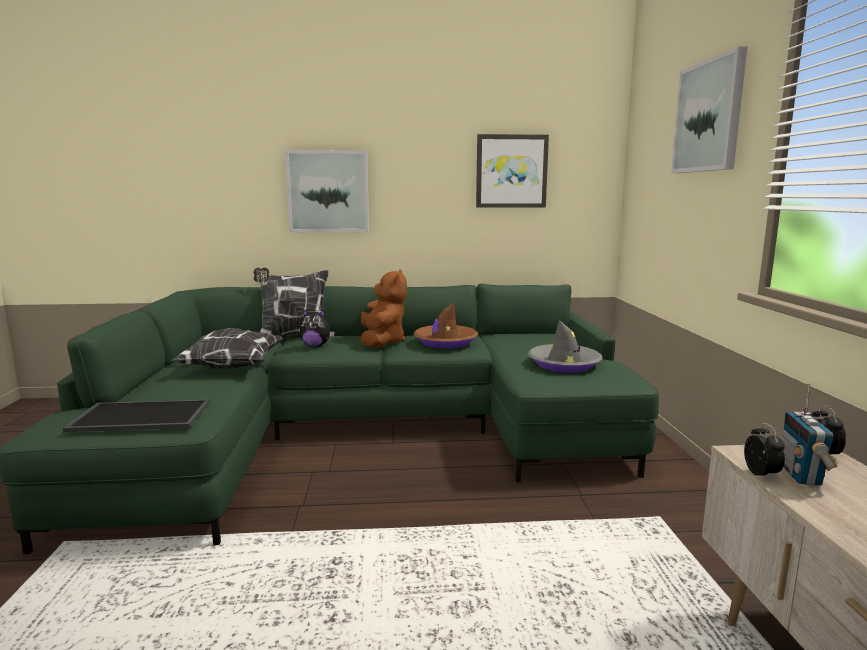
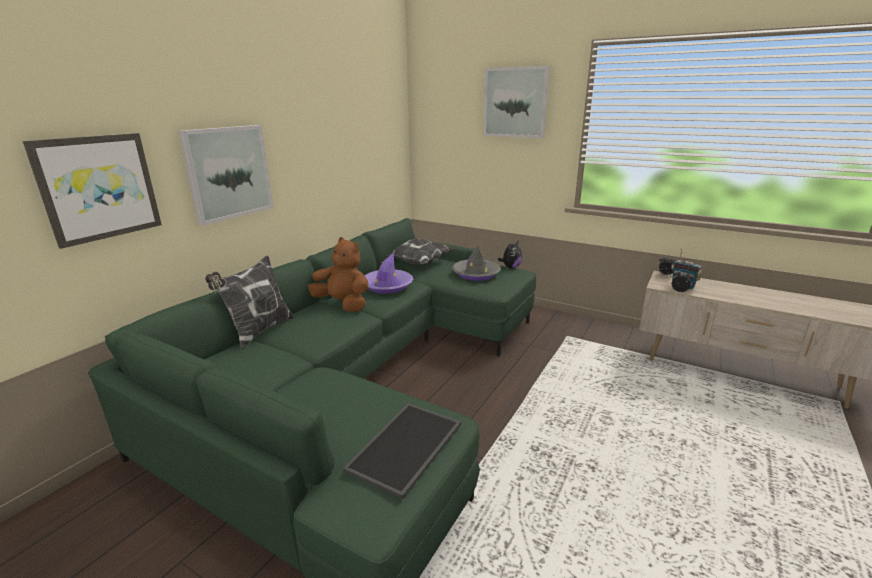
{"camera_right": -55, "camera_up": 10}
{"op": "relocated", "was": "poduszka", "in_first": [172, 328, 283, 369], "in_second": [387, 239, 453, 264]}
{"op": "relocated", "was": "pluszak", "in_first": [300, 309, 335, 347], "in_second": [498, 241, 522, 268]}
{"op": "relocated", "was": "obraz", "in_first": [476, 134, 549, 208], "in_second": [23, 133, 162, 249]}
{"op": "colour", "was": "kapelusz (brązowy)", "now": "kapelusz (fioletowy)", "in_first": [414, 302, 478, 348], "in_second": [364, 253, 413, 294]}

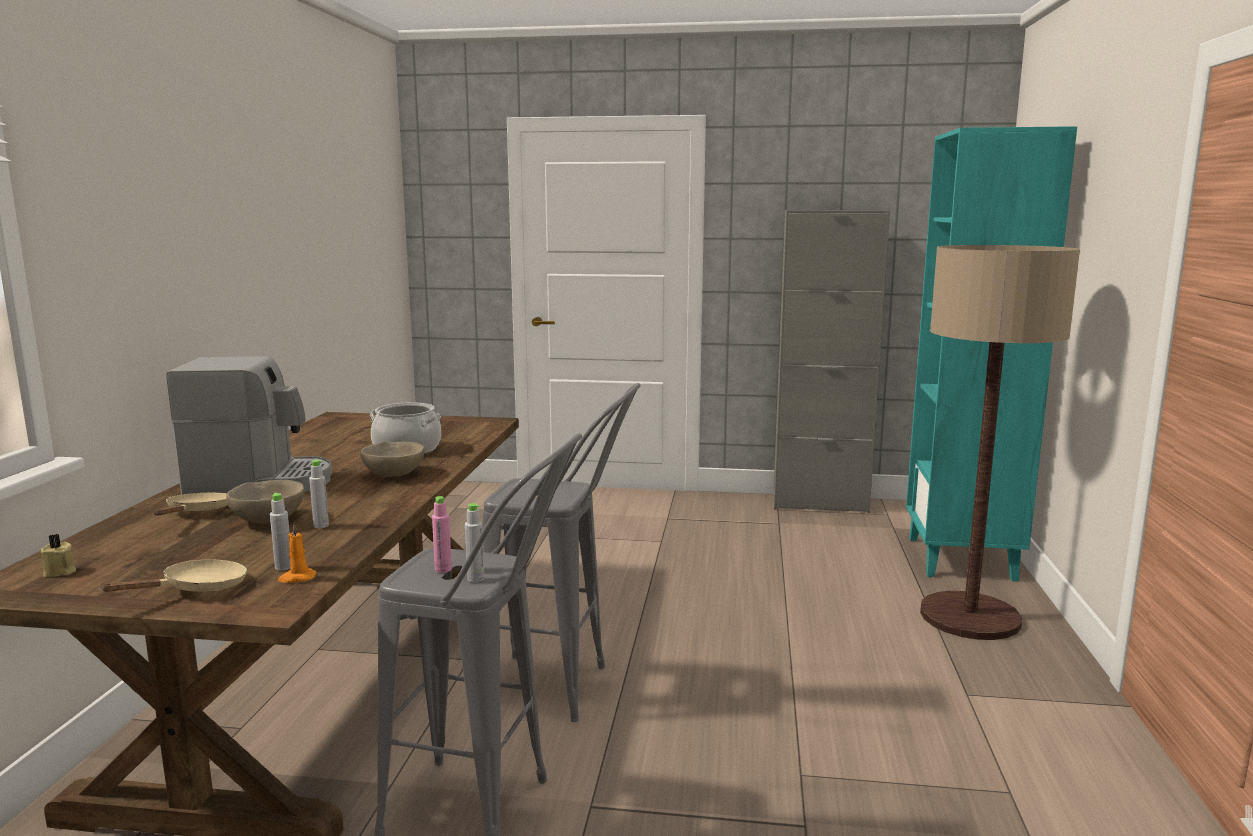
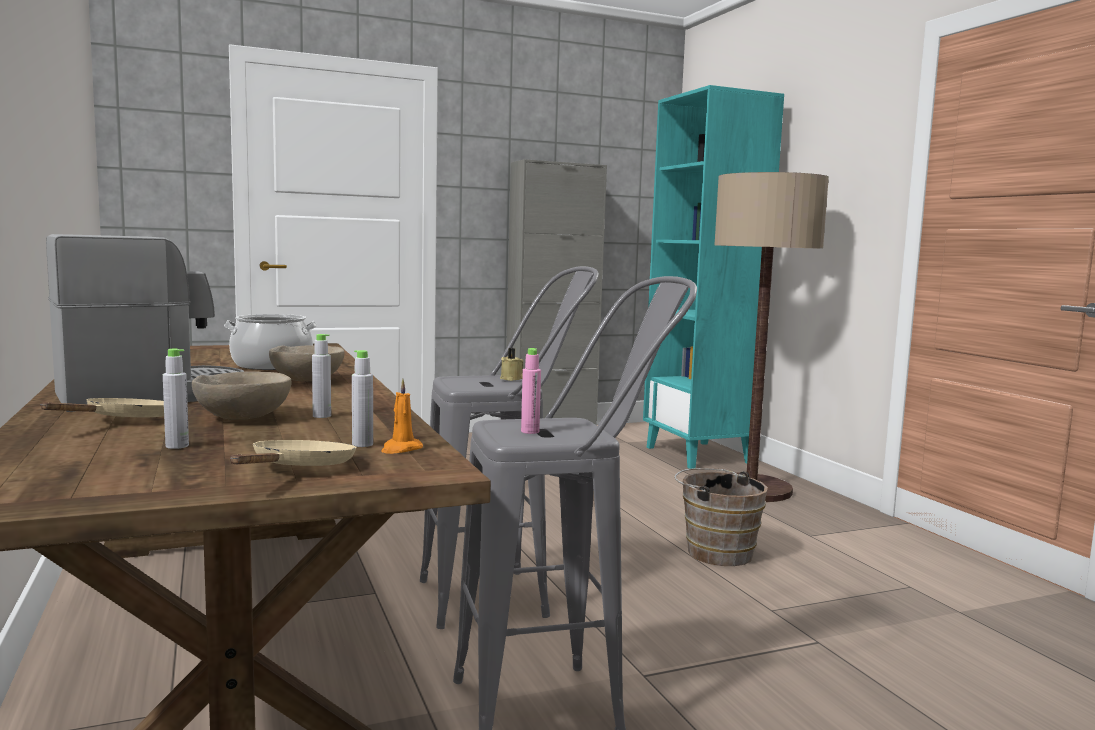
{"camera_right": -30, "camera_up": -5}
{"op": "appeared", "now": "wiadro (brązowy)", "in_second": [674, 468, 768, 566]}
{"op": "relocated", "was": "świeca (beżowy)", "in_first": [41, 534, 76, 577], "in_second": [500, 348, 523, 381]}
{"op": "relocated", "was": "butelka (szary)", "in_first": [465, 503, 484, 582], "in_second": [163, 349, 189, 449]}
{"op": "spun", "was": "patelnia (beżowy)", "in_first": [154, 493, 228, 516], "in_second": [40, 398, 164, 417], "clockwise": 45}

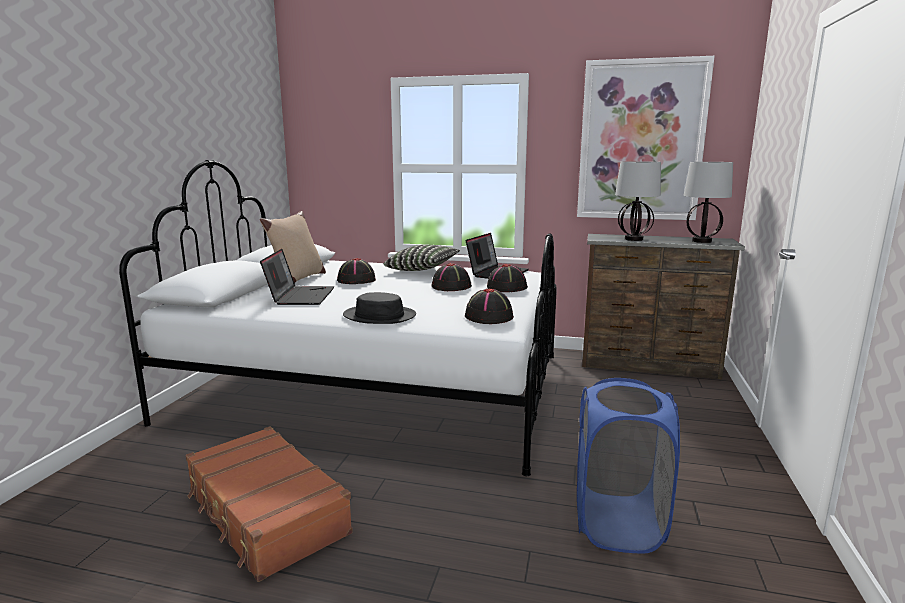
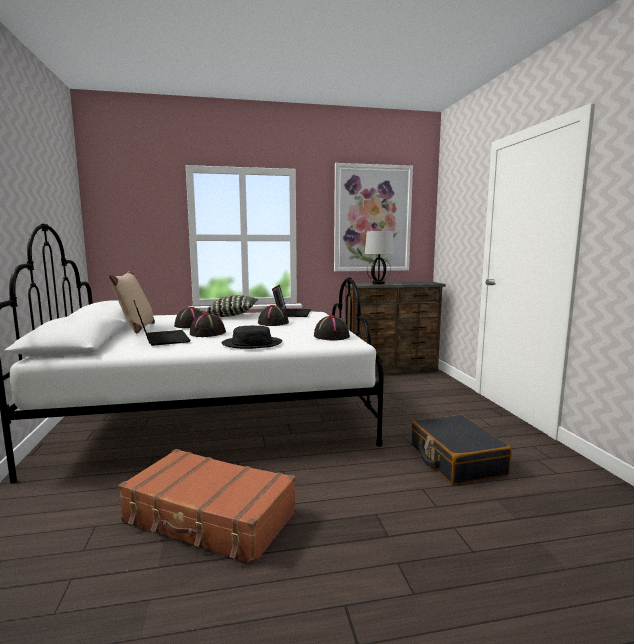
{"camera_right": -25, "camera_up": -5}
{"op": "missing", "was": "lampa stołowa", "in_first": [683, 162, 733, 243]}
{"op": "relocated", "was": "kapelusz (czarny)", "in_first": [487, 264, 528, 292], "in_second": [190, 313, 226, 337]}
{"op": "exchanged", "was": "kosz na pranie (niebieski)", "now": "walizka (czarny)", "in_first": [577, 378, 680, 553], "in_second": [411, 415, 512, 484]}

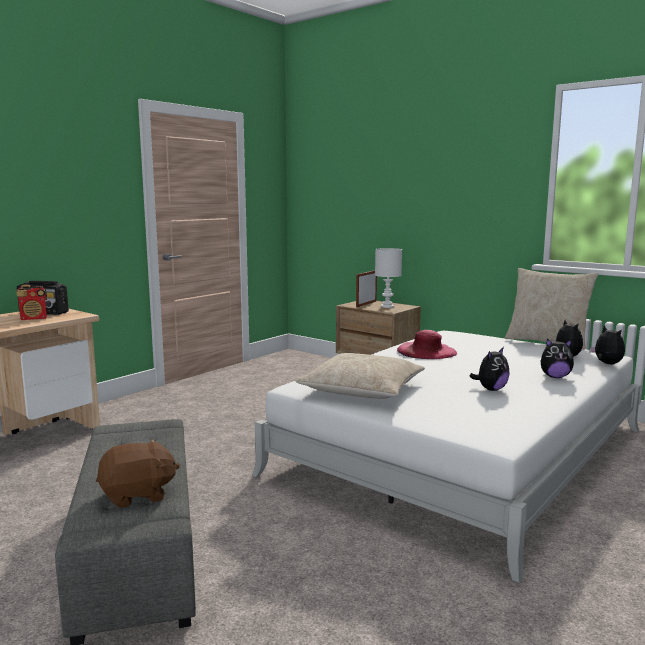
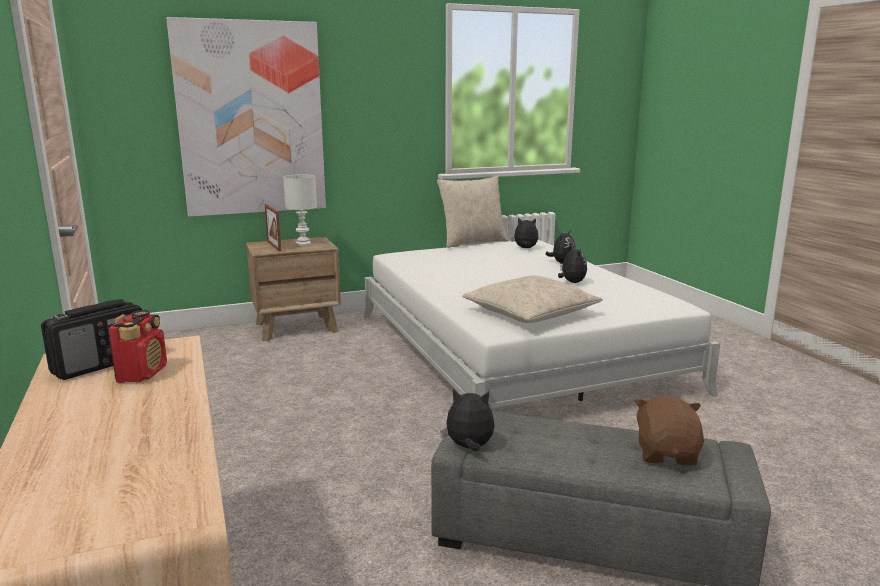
{"camera_right": -60, "camera_up": 5}
{"op": "missing", "was": "kapelusz (różowy)", "in_first": [397, 330, 457, 359]}
{"op": "appeared", "now": "obraz", "in_second": [166, 17, 326, 217]}
{"op": "relocated", "was": "pluszak", "in_first": [590, 325, 625, 364], "in_second": [440, 389, 495, 451]}

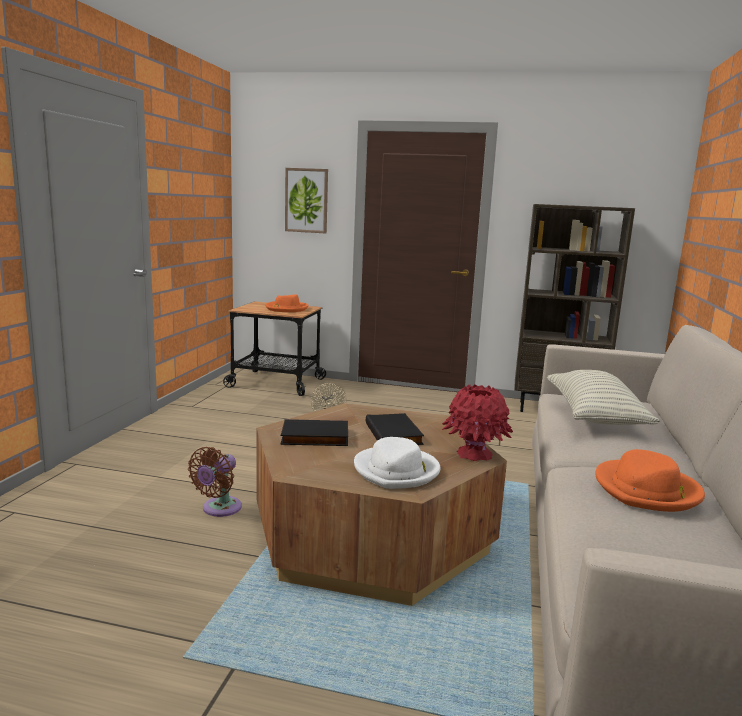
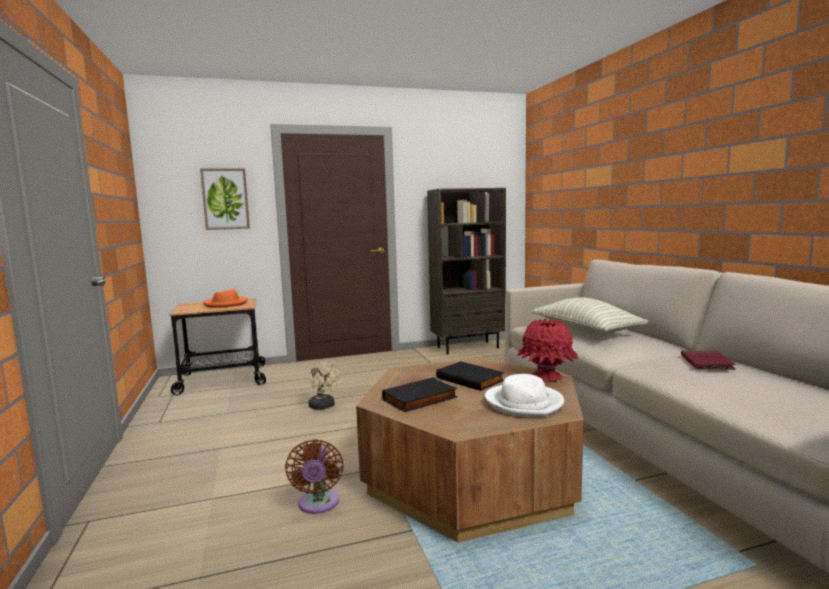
{"camera_right": -30, "camera_up": -5}
{"op": "exchanged", "was": "kapelusz (pomarańczowy)", "now": "książka (czerwony)", "in_first": [595, 449, 705, 512], "in_second": [681, 351, 736, 370]}

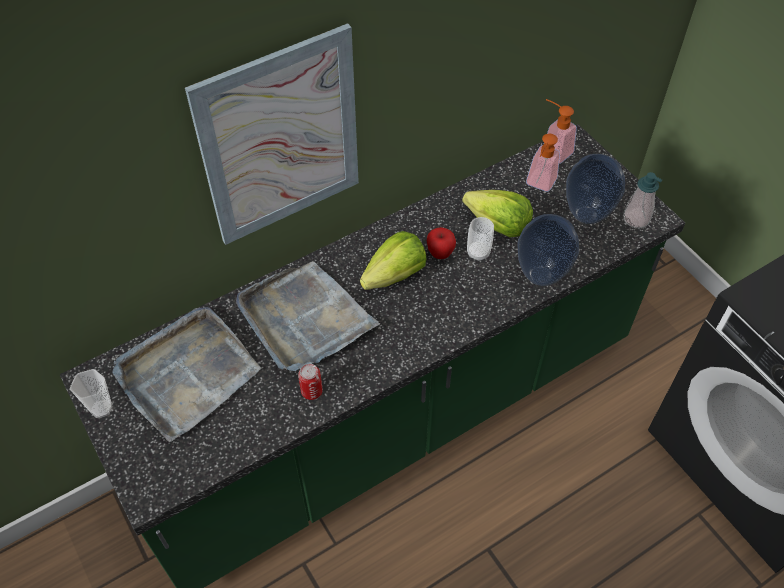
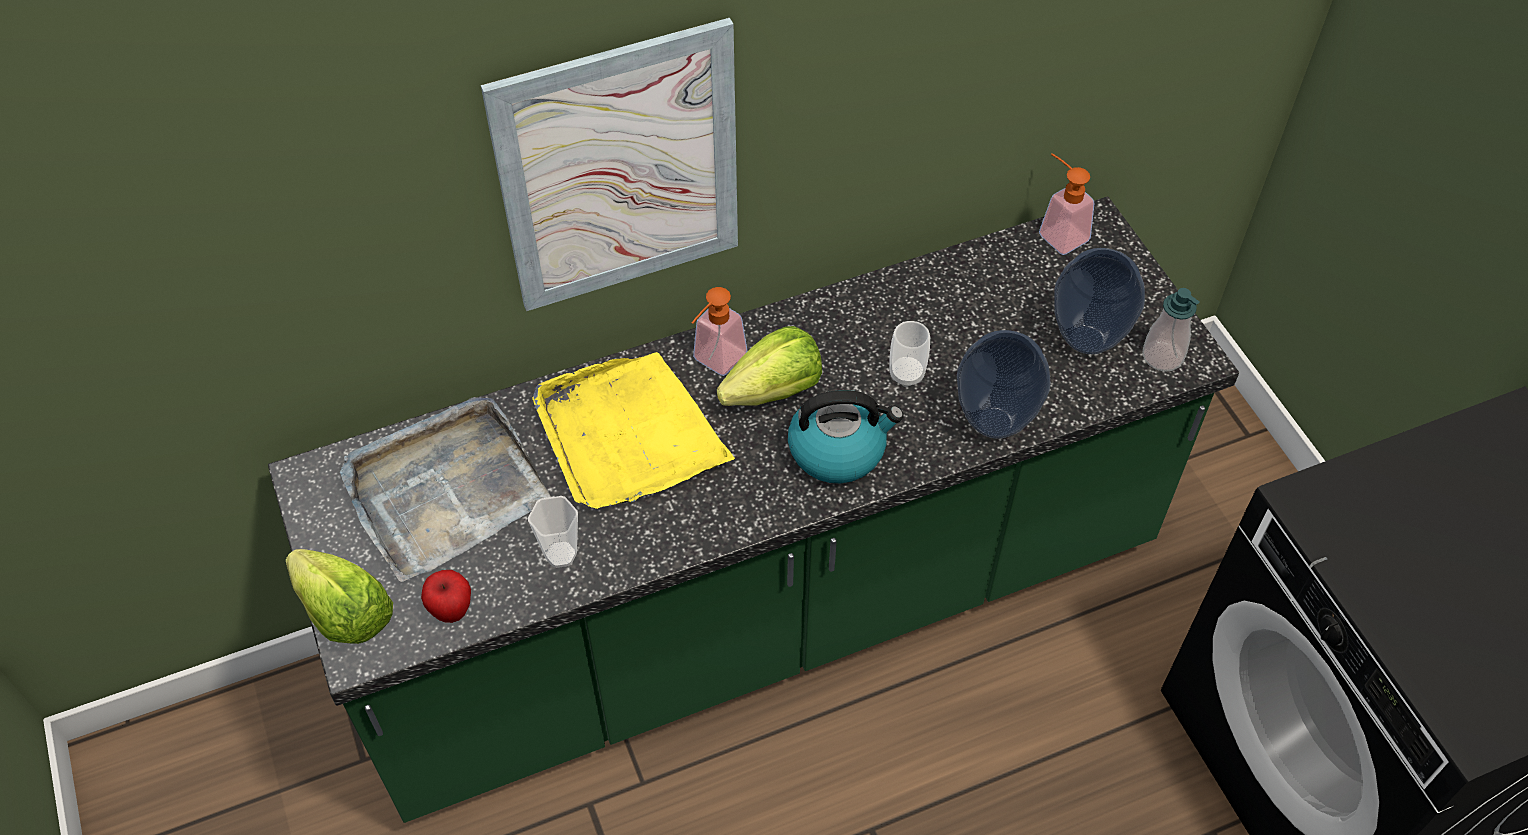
{"camera_right": 10, "camera_up": 0}
{"op": "missing", "was": "puszka", "in_first": [298, 364, 323, 400]}
{"op": "appeared", "now": "czajnik", "in_second": [788, 390, 904, 483]}
{"op": "relocated", "was": "filiżanka", "in_first": [70, 369, 113, 418], "in_second": [528, 496, 578, 568]}
{"op": "relocated", "was": "jabłko", "in_first": [427, 227, 456, 259], "in_second": [421, 570, 471, 623]}
{"op": "relocated", "was": "sałata", "in_first": [462, 190, 533, 238], "in_second": [286, 549, 393, 644]}
{"op": "relocated", "was": "dozownik mydła", "in_first": [526, 134, 560, 192], "in_second": [691, 287, 748, 376]}
{"op": "colour", "was": "taca (szary)", "now": "taca (żółty)", "in_first": [236, 261, 380, 371], "in_second": [532, 352, 735, 509]}

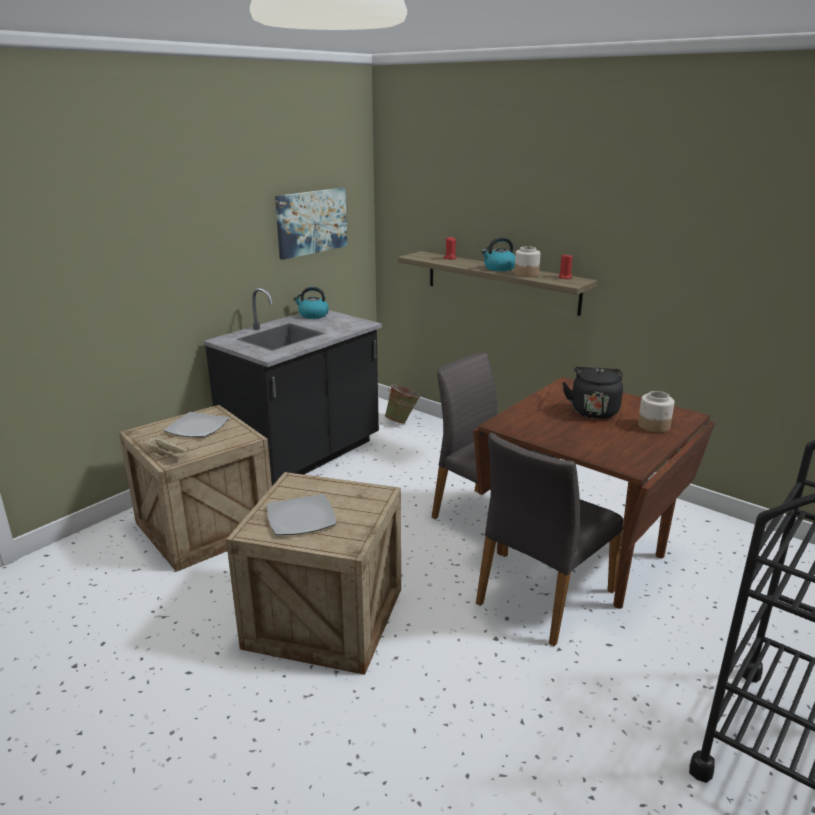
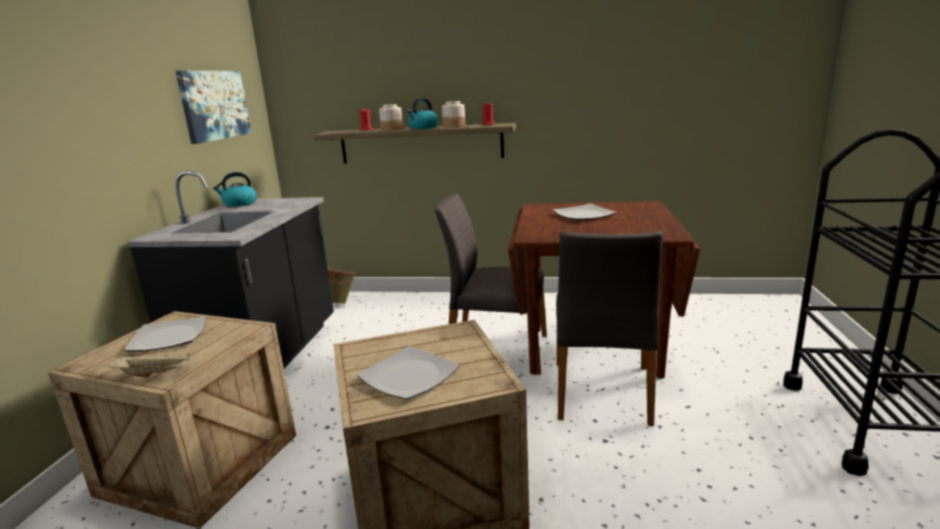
{"camera_right": -30, "camera_up": -5}
{"op": "relocated", "was": "słoik", "in_first": [638, 391, 675, 432], "in_second": [379, 104, 403, 131]}
{"op": "exchanged", "was": "czajnik (czarny)", "now": "talerz", "in_first": [562, 367, 623, 419], "in_second": [553, 204, 617, 220]}

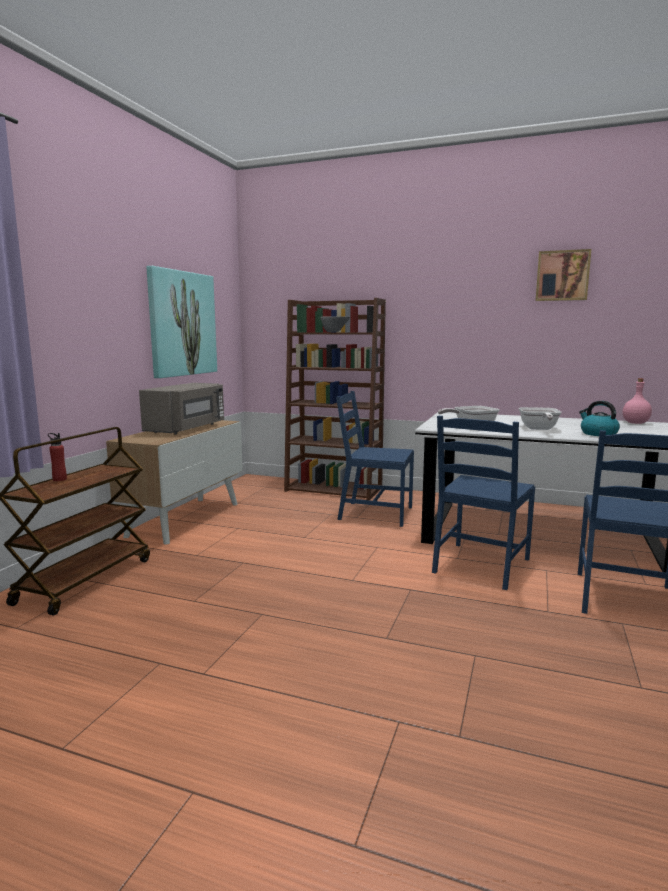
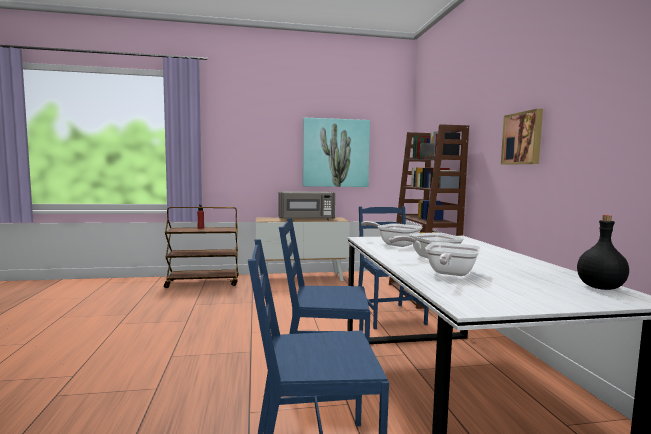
{"camera_right": 60, "camera_up": -5}
{"op": "relocated", "was": "obraz", "in_first": [536, 249, 591, 301], "in_second": [501, 109, 543, 165]}
{"op": "exchanged", "was": "czajnik", "now": "patelnia", "in_first": [579, 401, 620, 436], "in_second": [425, 242, 481, 276]}
{"op": "colour", "was": "butelka (różowy)", "now": "butelka (czarny)", "in_first": [623, 378, 652, 424], "in_second": [577, 215, 629, 290]}

